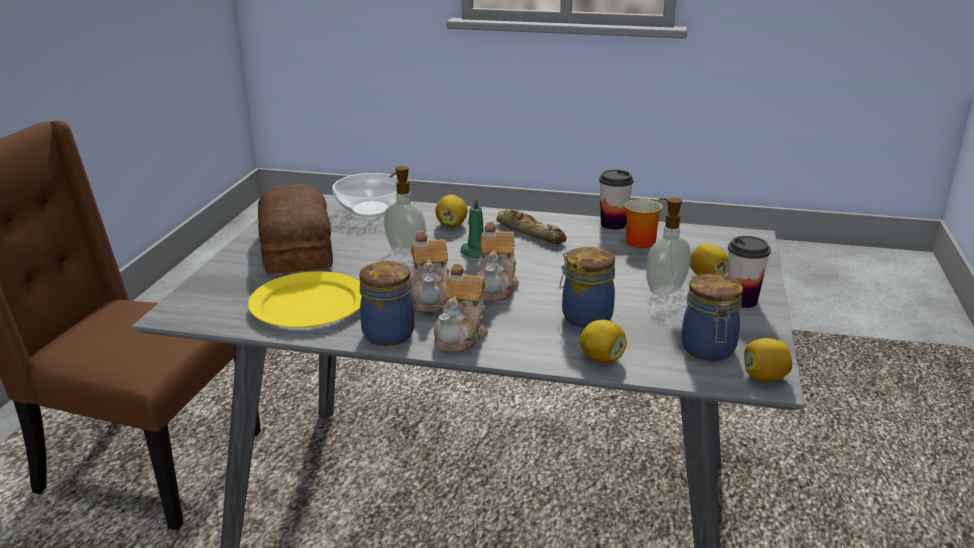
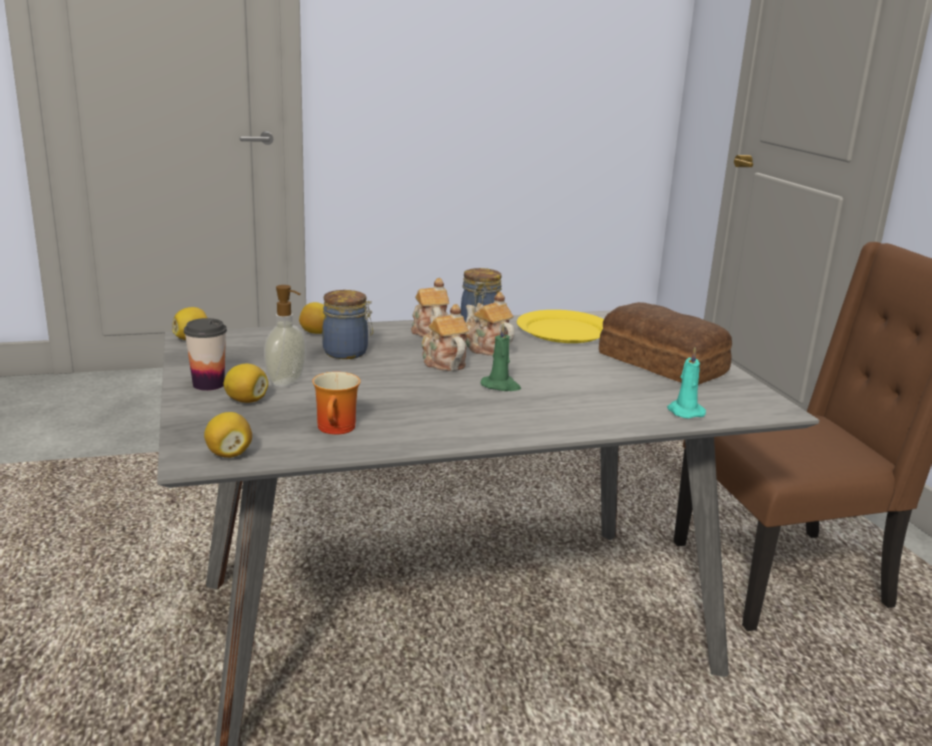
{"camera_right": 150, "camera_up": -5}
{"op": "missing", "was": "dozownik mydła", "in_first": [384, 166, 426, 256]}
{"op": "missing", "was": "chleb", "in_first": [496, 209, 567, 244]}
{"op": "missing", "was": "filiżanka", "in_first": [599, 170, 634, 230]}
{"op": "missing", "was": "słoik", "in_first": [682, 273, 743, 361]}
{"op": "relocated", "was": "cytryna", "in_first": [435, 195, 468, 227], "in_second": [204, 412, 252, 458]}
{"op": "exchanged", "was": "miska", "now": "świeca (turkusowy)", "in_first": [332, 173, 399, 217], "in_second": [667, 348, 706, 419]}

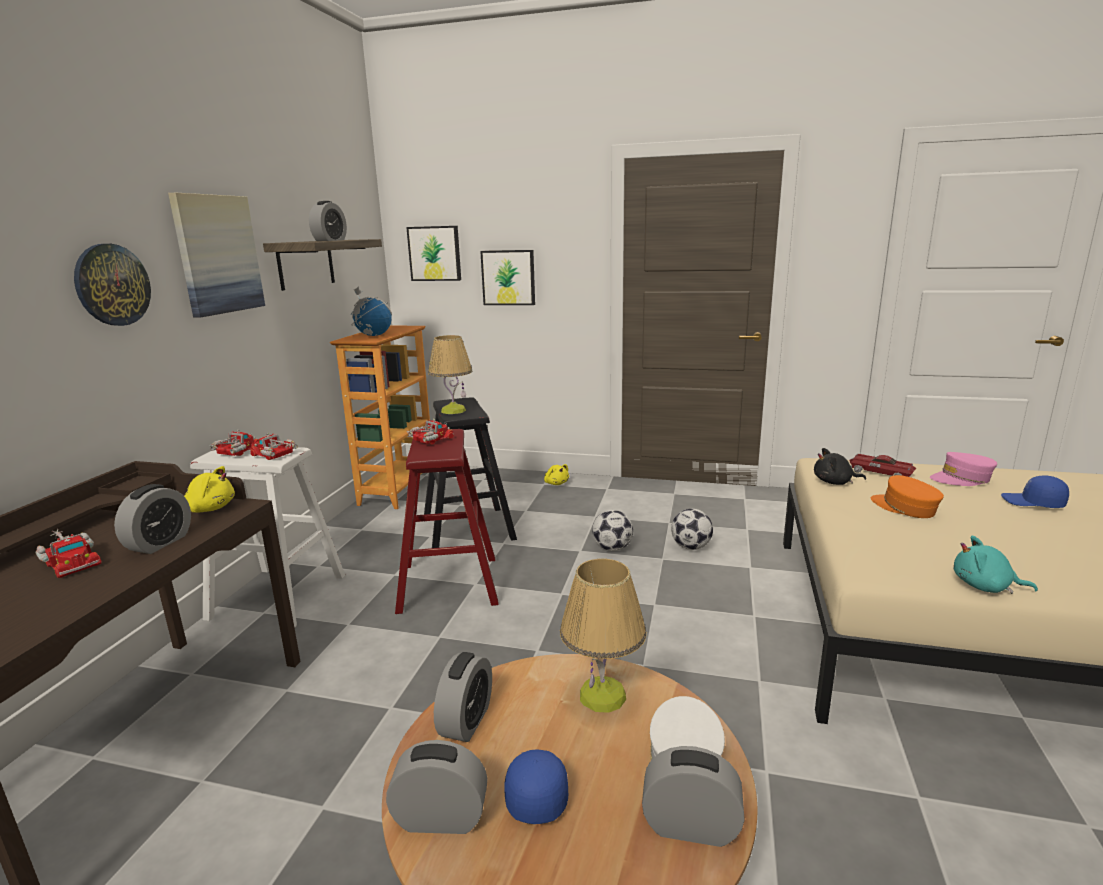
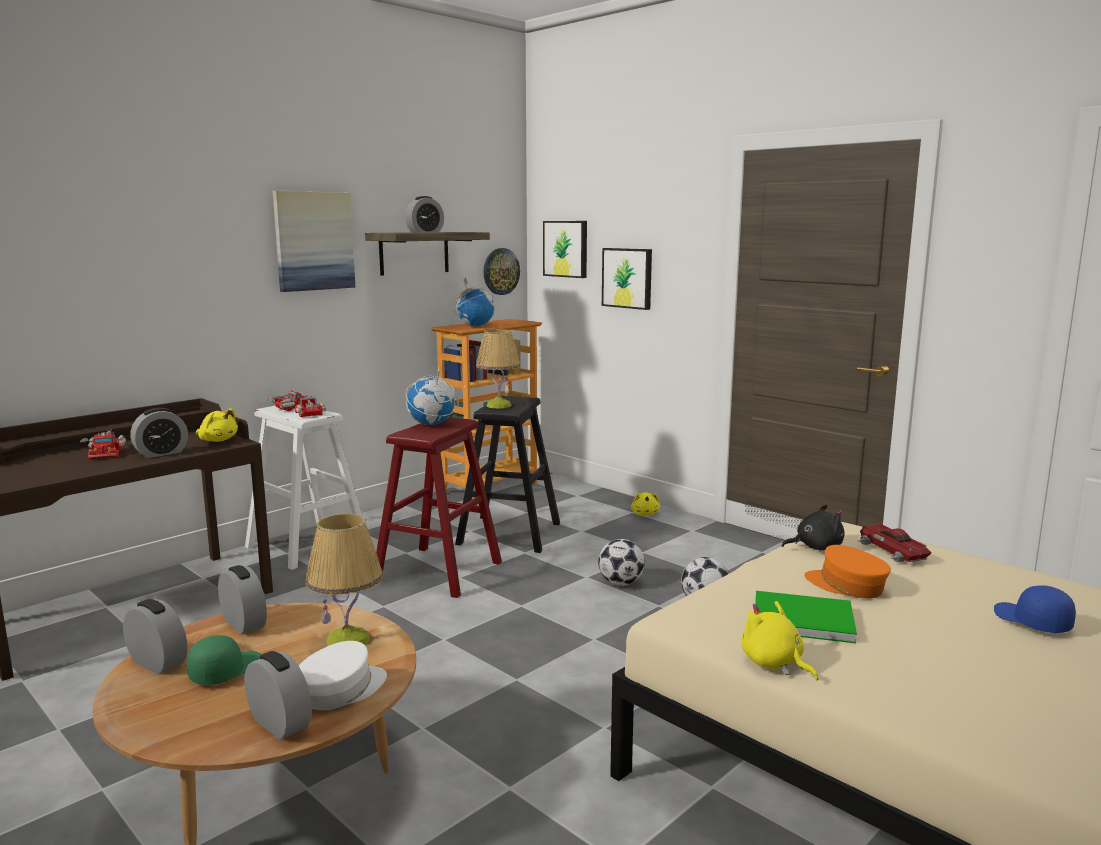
{"camera_right": 30, "camera_up": -5}
{"op": "missing", "was": "czapka z daszkiem (różowy)", "in_first": [930, 452, 997, 486]}
{"op": "appeared", "now": "książka (zielony)", "in_second": [755, 591, 857, 643]}
{"op": "relocated", "was": "zegar ścienny", "in_first": [74, 244, 151, 326], "in_second": [484, 248, 520, 295]}
{"op": "exchanged", "was": "ciężarówka zabawkowa", "now": "globus", "in_first": [407, 419, 454, 444], "in_second": [406, 368, 459, 425]}
{"op": "colour", "was": "czapka z daszkiem (niebieski)", "now": "czapka z daszkiem (zielony)", "in_first": [504, 749, 568, 824], "in_second": [187, 635, 261, 685]}
{"op": "colour", "was": "pluszak (turkusowy)", "now": "pluszak (żółty)", "in_first": [954, 536, 1038, 594], "in_second": [742, 601, 818, 681]}
{"op": "spun", "was": "budzik", "in_first": [434, 652, 492, 742], "in_second": [218, 565, 267, 634], "clockwise": -90}
{"op": "spun", "was": "pluszak (czarny)", "in_first": [814, 448, 866, 485], "in_second": [782, 504, 845, 550], "clockwise": 135}
{"op": "spun", "was": "czapka z daszkiem (pomarańczowy)", "in_first": [871, 475, 944, 518], "in_second": [804, 545, 891, 598], "clockwise": -45}

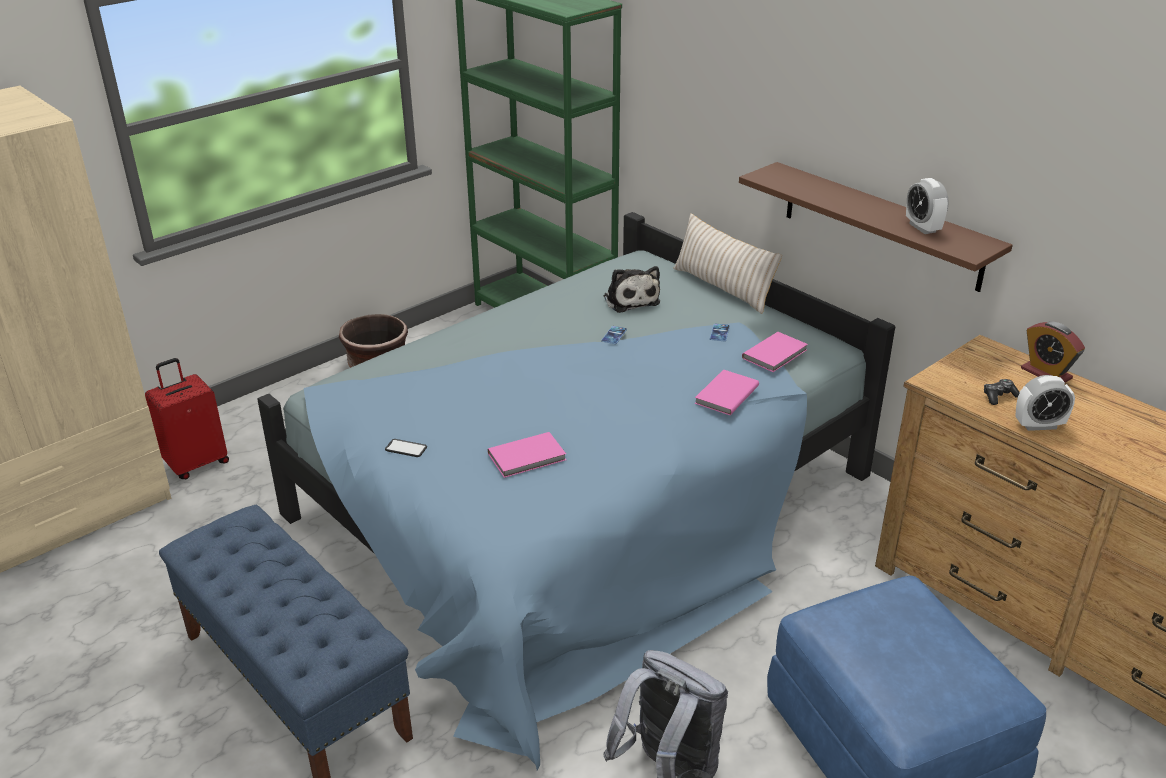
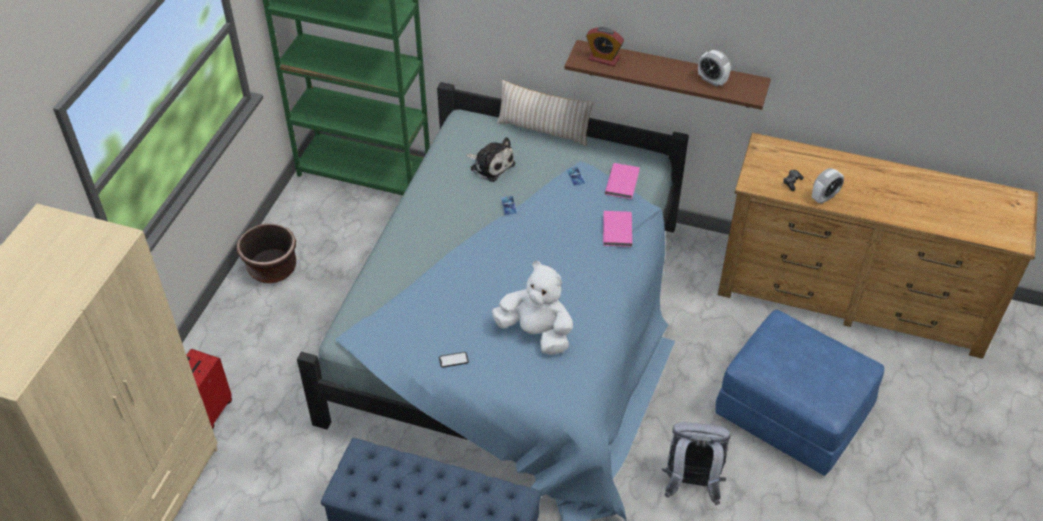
{"camera_right": -30, "camera_up": 15}
{"op": "relocated", "was": "budzik", "in_first": [1021, 321, 1085, 383], "in_second": [586, 27, 624, 67]}
{"op": "exchanged", "was": "książka (różowy)", "now": "pluszak (biały)", "in_first": [488, 432, 566, 478], "in_second": [492, 261, 573, 355]}

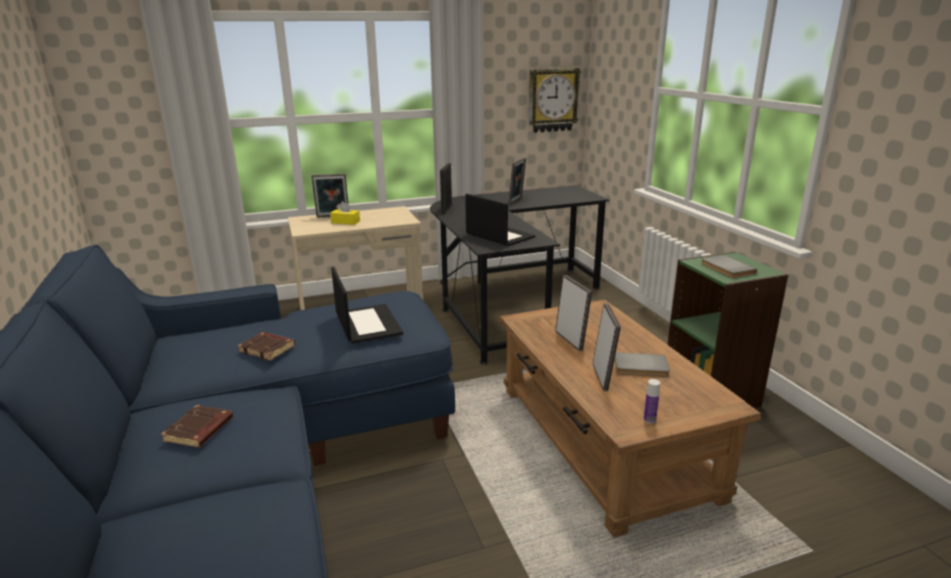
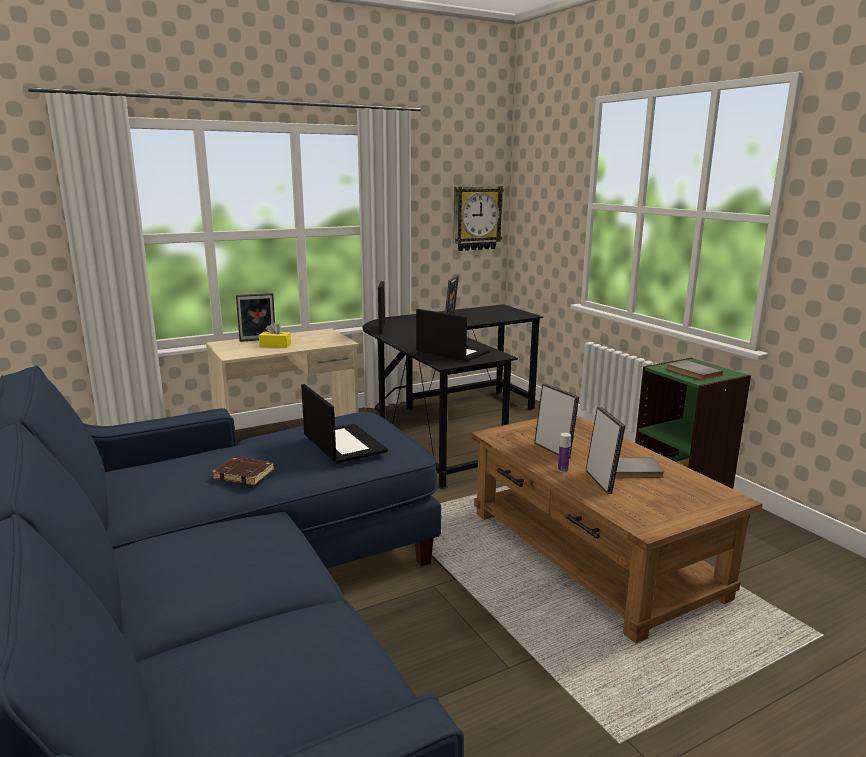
{"camera_right": -10, "camera_up": -5}
{"op": "missing", "was": "książka (brązowy)", "in_first": [161, 405, 233, 448]}
{"op": "relocated", "was": "butelka", "in_first": [644, 379, 660, 423], "in_second": [558, 433, 571, 472]}

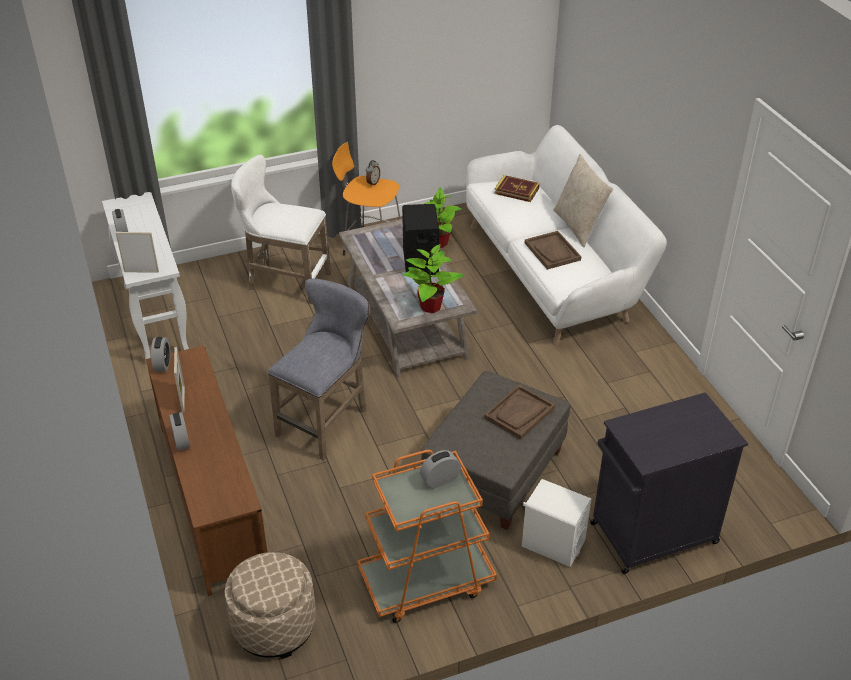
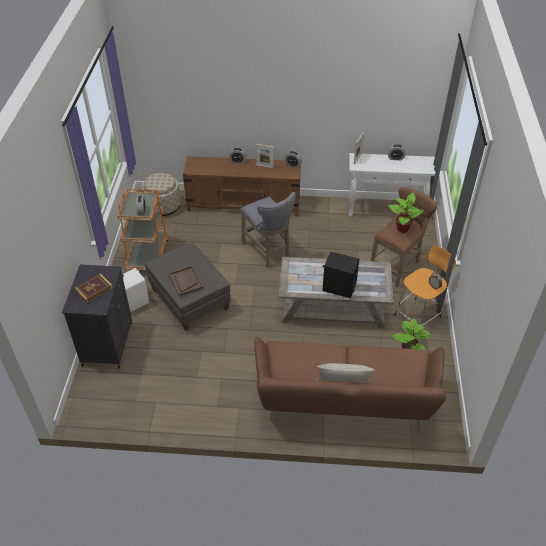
{"camera_right": 115, "camera_up": 5}
{"op": "missing", "was": "taca (brązowy)", "in_first": [525, 231, 581, 270]}
{"op": "relocated", "was": "roślina doniczkowa", "in_first": [402, 244, 464, 313], "in_second": [388, 192, 424, 233]}
{"op": "relocated", "was": "książka", "in_first": [494, 175, 540, 202], "in_second": [75, 273, 113, 303]}
{"op": "colour", "was": "stołek (biały)", "now": "stołek (brązowy)", "in_first": [231, 155, 331, 304], "in_second": [371, 187, 437, 288]}
{"op": "colour", "was": "kanapa (biały)", "now": "kanapa (brązowy)", "in_first": [466, 125, 667, 346], "in_second": [254, 337, 446, 430]}

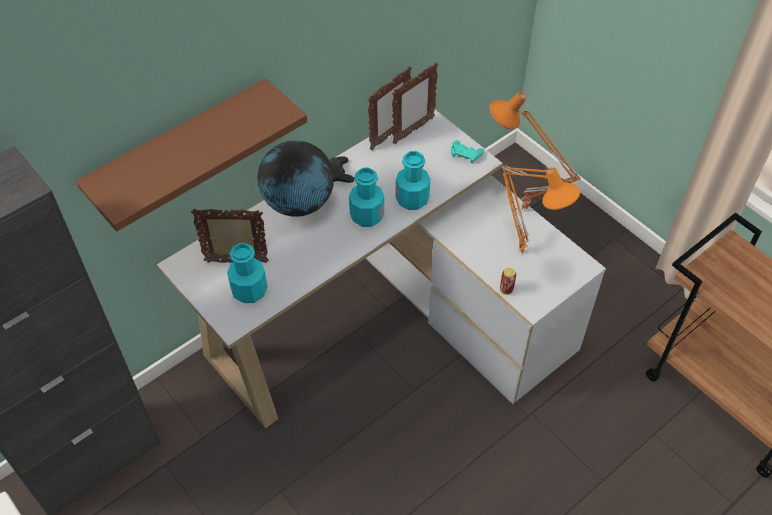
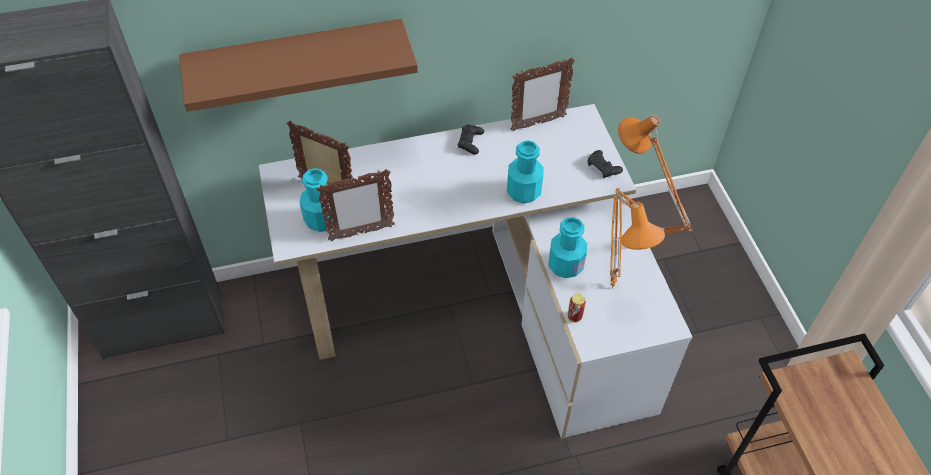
{"camera_right": 25, "camera_up": 0}
{"op": "missing", "was": "globus", "in_first": [258, 140, 334, 217]}
{"op": "relocated", "was": "butelka (turkusowy)", "in_first": [349, 168, 384, 227], "in_second": [548, 217, 587, 278]}
{"op": "relocated", "was": "ramka na zdjęcie", "in_first": [392, 62, 438, 144], "in_second": [317, 169, 395, 241]}
{"op": "colour", "was": "pad do gier (turkusowy)", "now": "pad do gier (czarny)", "in_first": [451, 140, 484, 163], "in_second": [588, 150, 623, 178]}

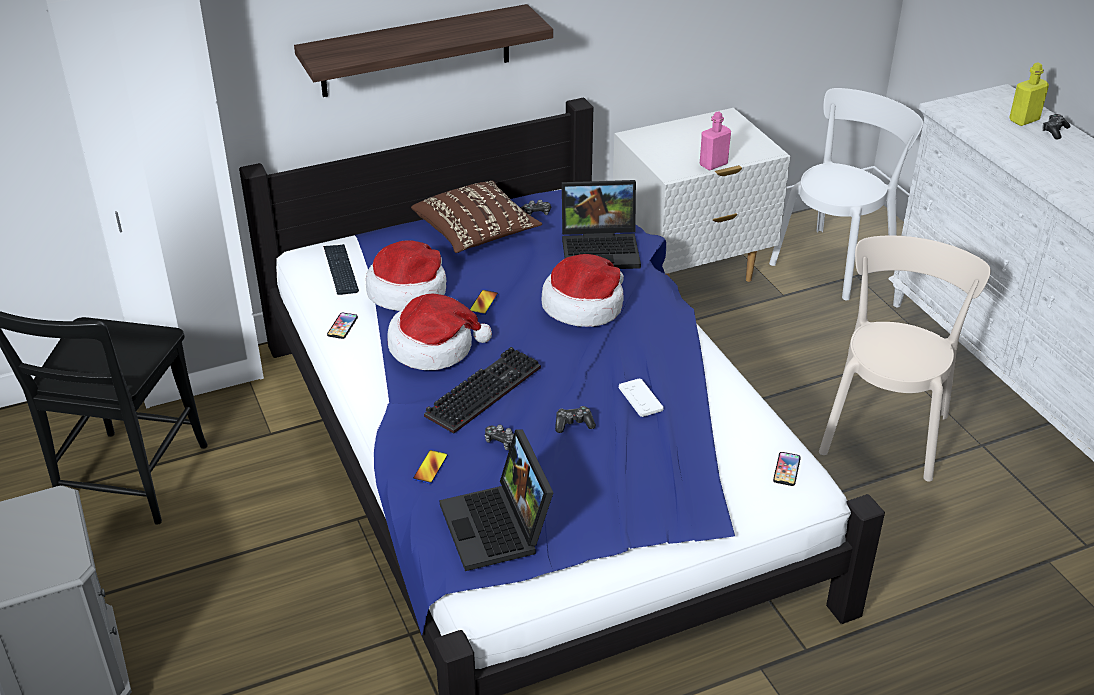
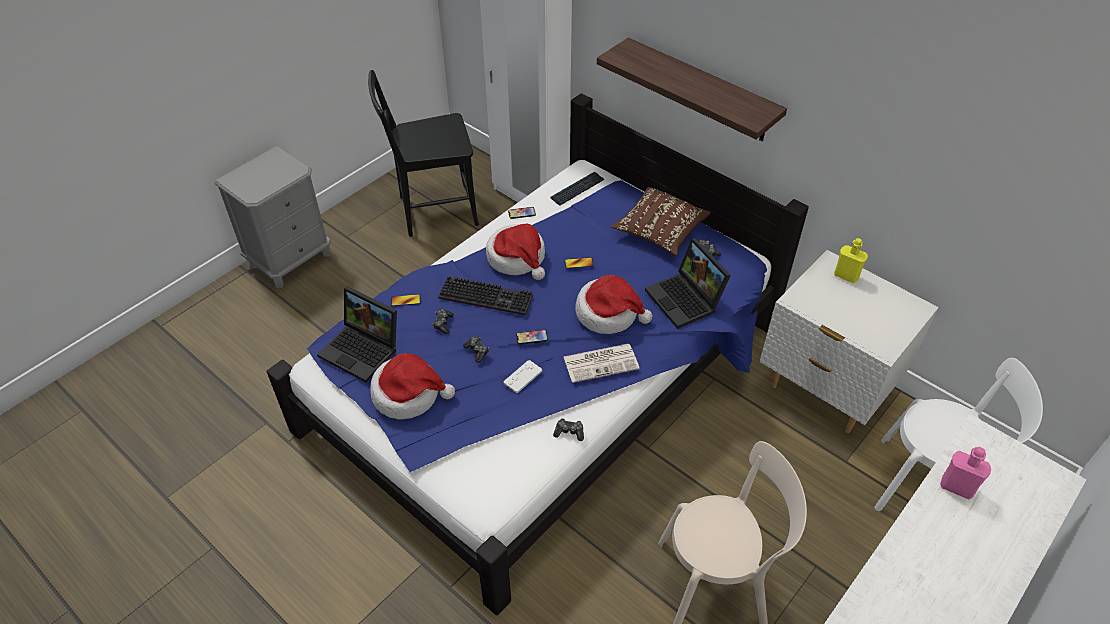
{"camera_right": 65, "camera_up": 10}
{"op": "appeared", "now": "gazeta", "in_second": [564, 344, 640, 383]}
{"op": "relocated", "was": "kapelusz", "in_first": [366, 240, 447, 311], "in_second": [370, 353, 455, 419]}
{"op": "relocated", "was": "butelka (różowy)", "in_first": [700, 112, 731, 170], "in_second": [940, 447, 991, 500]}
{"op": "relocated", "was": "telefon", "in_first": [773, 452, 801, 486], "in_second": [516, 330, 548, 345]}
{"op": "relocated", "was": "butelka (żółty)", "in_first": [1009, 63, 1049, 126], "in_second": [834, 238, 868, 283]}
{"op": "relocated", "was": "pad do gier", "in_first": [1043, 114, 1070, 139], "in_second": [553, 418, 584, 441]}
{"op": "spun", "was": "laptop", "in_first": [440, 429, 553, 571], "in_second": [317, 286, 397, 383], "clockwise": -105}

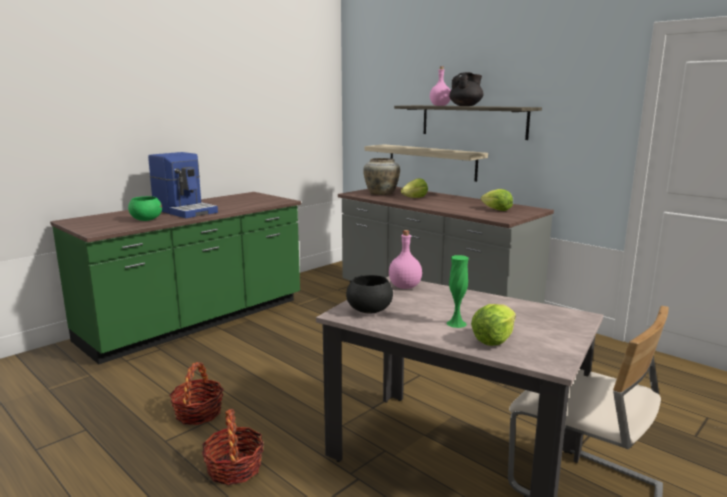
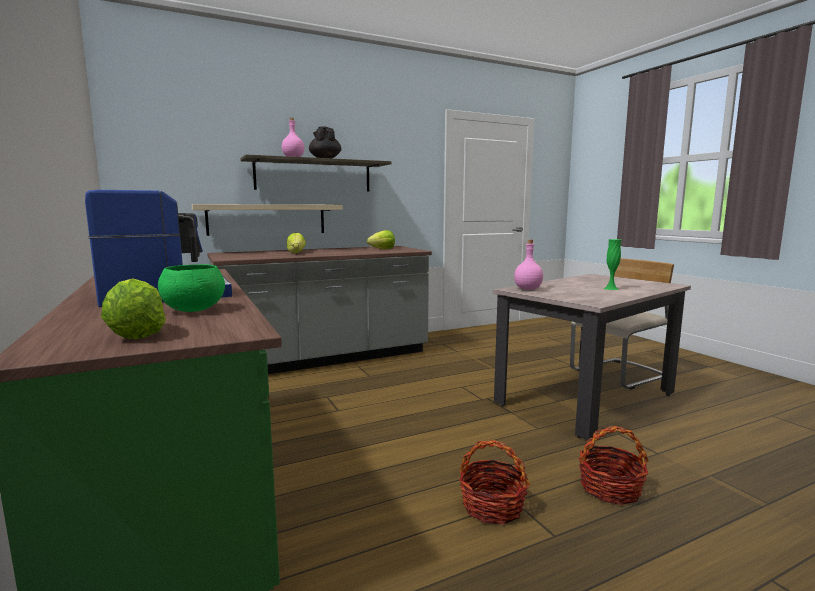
{"camera_right": -70, "camera_up": -5}
{"op": "missing", "was": "miska (czarny)", "in_first": [346, 275, 393, 314]}
{"op": "missing", "was": "wazon (beżowy)", "in_first": [363, 158, 400, 195]}
{"op": "relocated", "was": "sałata", "in_first": [471, 304, 516, 346], "in_second": [101, 278, 166, 339]}

